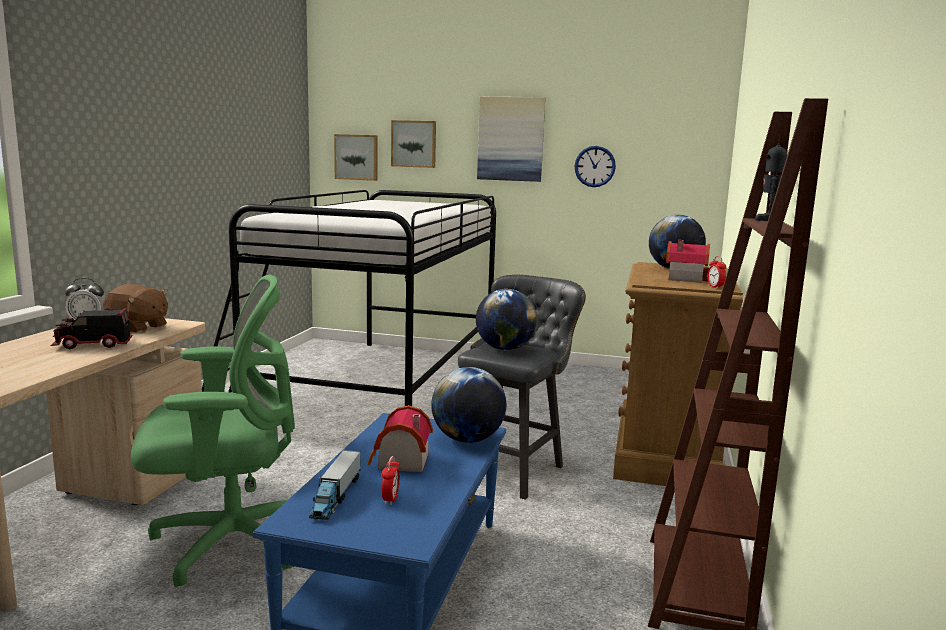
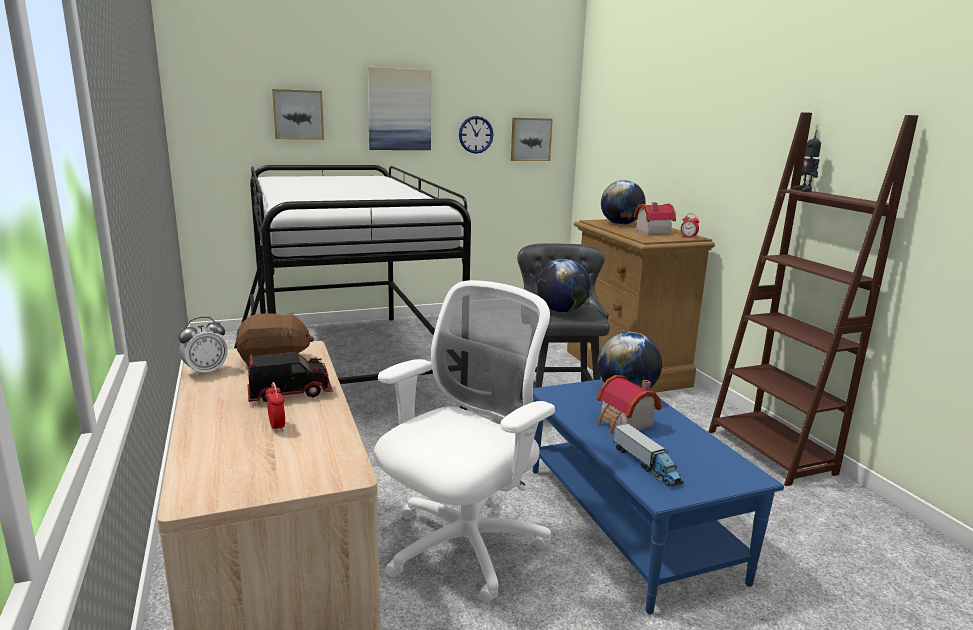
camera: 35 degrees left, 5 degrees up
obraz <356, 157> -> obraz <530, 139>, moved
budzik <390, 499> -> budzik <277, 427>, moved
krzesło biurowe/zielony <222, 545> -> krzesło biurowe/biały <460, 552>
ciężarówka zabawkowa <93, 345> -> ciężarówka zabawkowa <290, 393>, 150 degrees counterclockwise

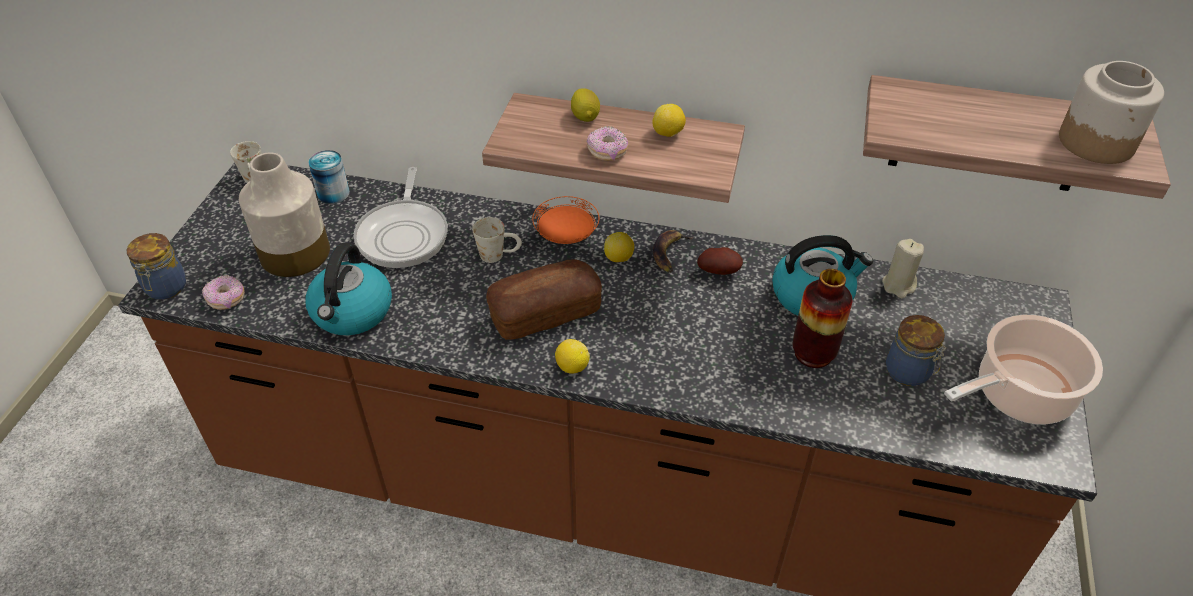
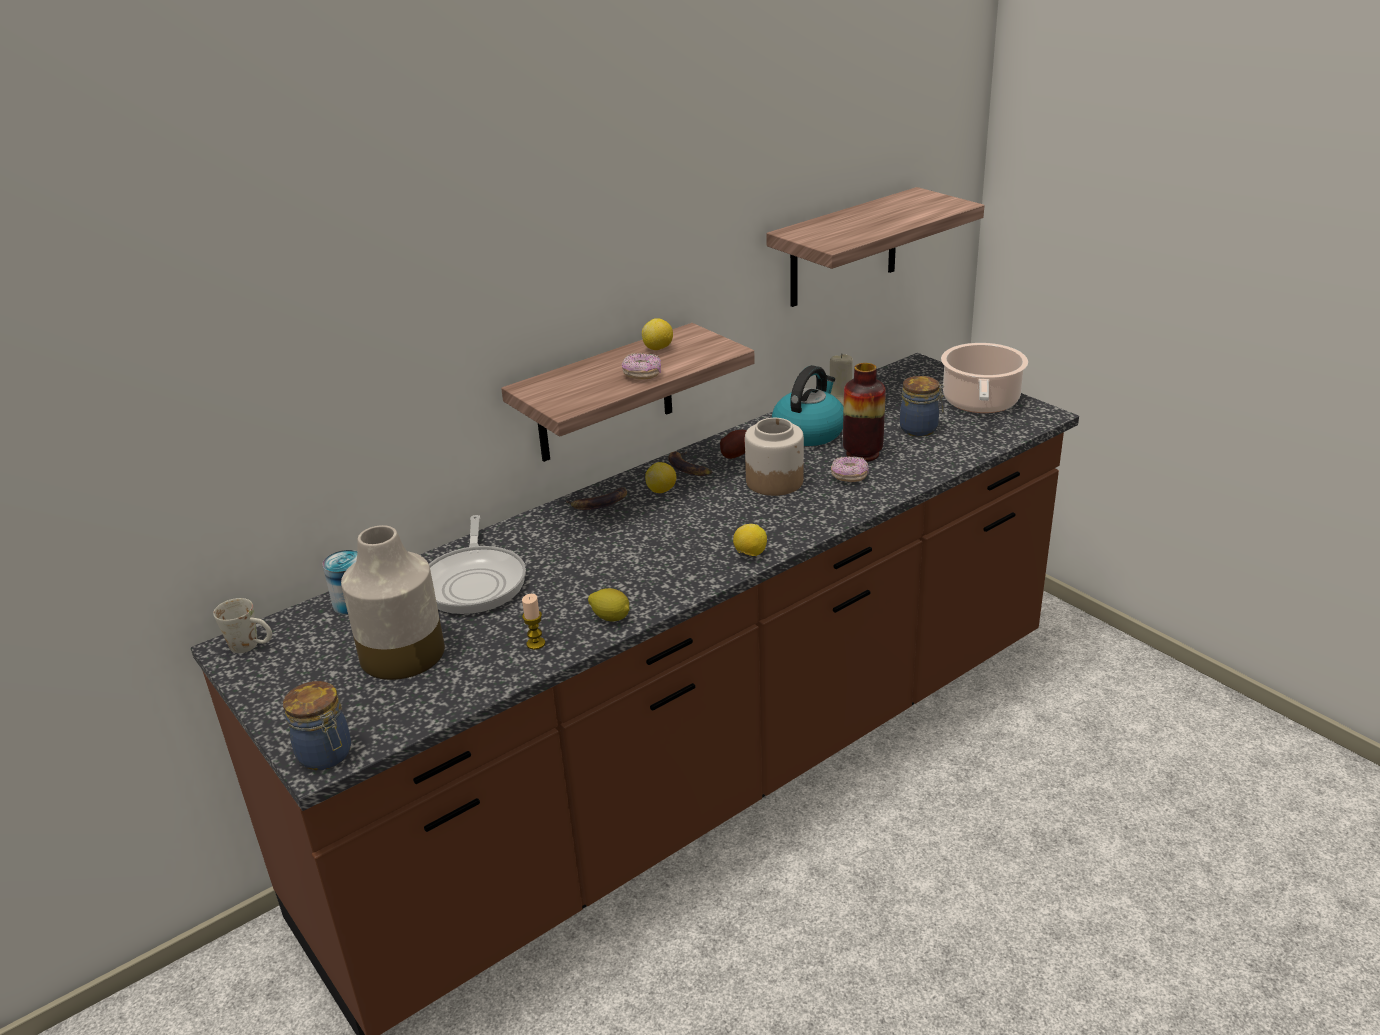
camera: 50 degrees left, 15 degrees down
kubek/biały <499, 255> -> none
chleb <545, 313> -> none
donut <226, 299> -> donut <849, 477>, moved
cytryna <585, 117> -> cytryna <611, 617>, moved
słoik <1097, 142> -> słoik <774, 481>, moved
czajnik <352, 312> -> świeca <536, 643>
talerz/pomarańczowy <566, 234> -> banan <599, 503>
patelnia <404, 234> -> patelnia <475, 582>, 45 degrees clockwise

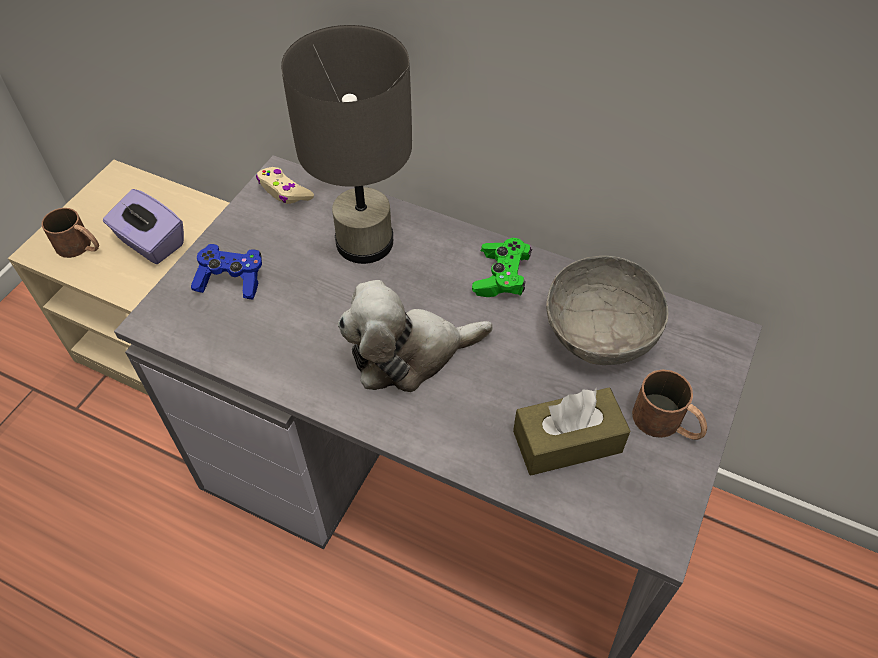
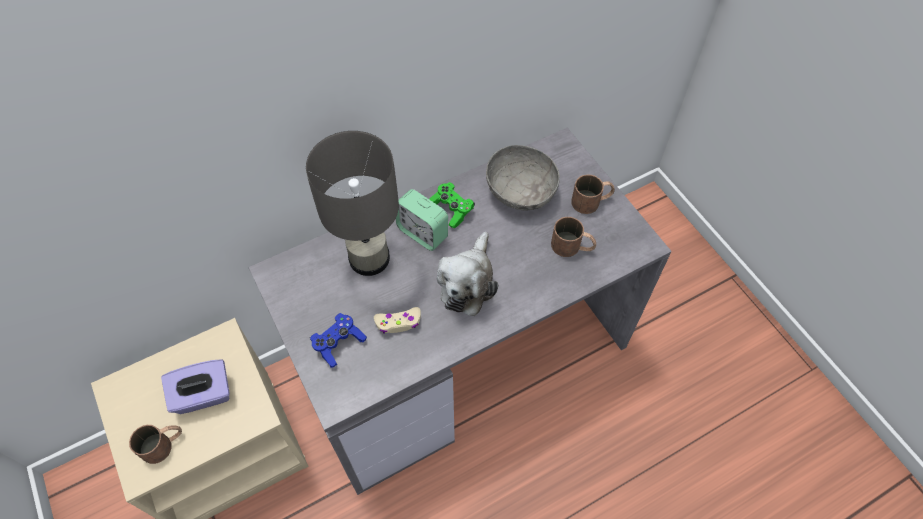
camera: 55 degrees left, 5 degrees up
none -> budzik <422, 233>
pad do gier/beżowy <284, 191> -> pad do gier/beżowy <398, 323>, moved
pudełko chusteczek/brązowy <567, 441> -> kubek/brązowy <572, 247>

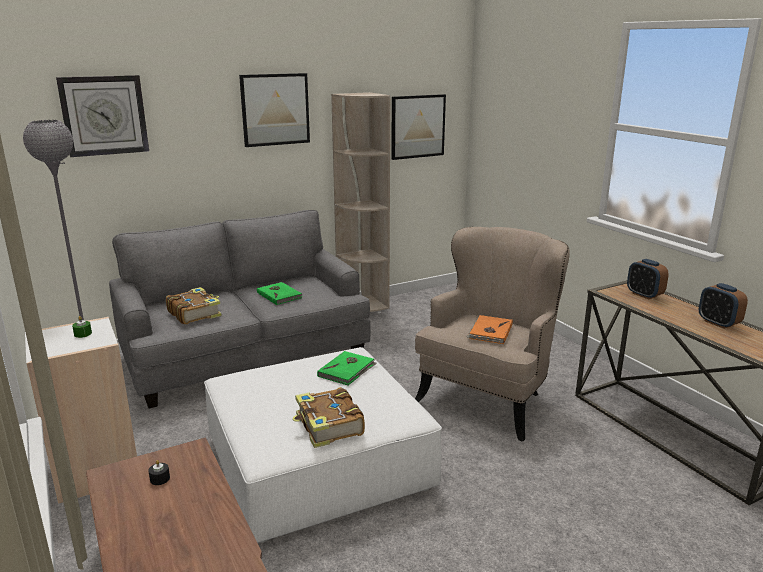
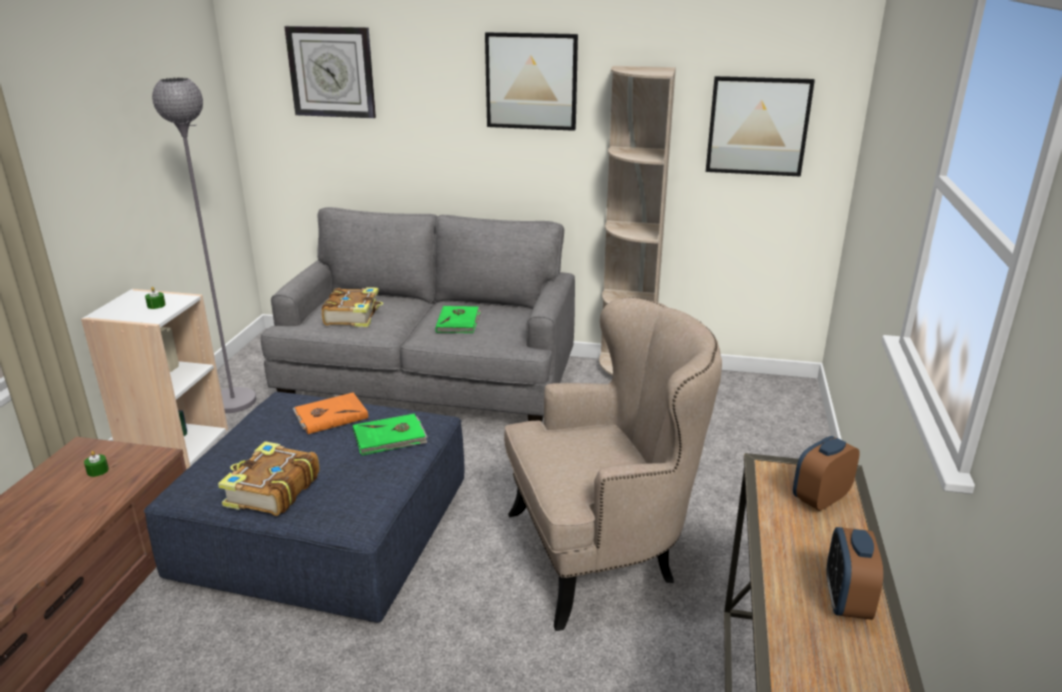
camera: 40 degrees right, 5 degrees up
książka/pomarańczowy <490, 332> -> książka/pomarańczowy <330, 415>, moved
świeca/czarny <160, 479> -> świeca/zielony <97, 470>
pufa/biały <317, 462> -> pufa/niebieski <325, 530>
budzik <644, 295> -> budzik <820, 499>, 45 degrees clockwise

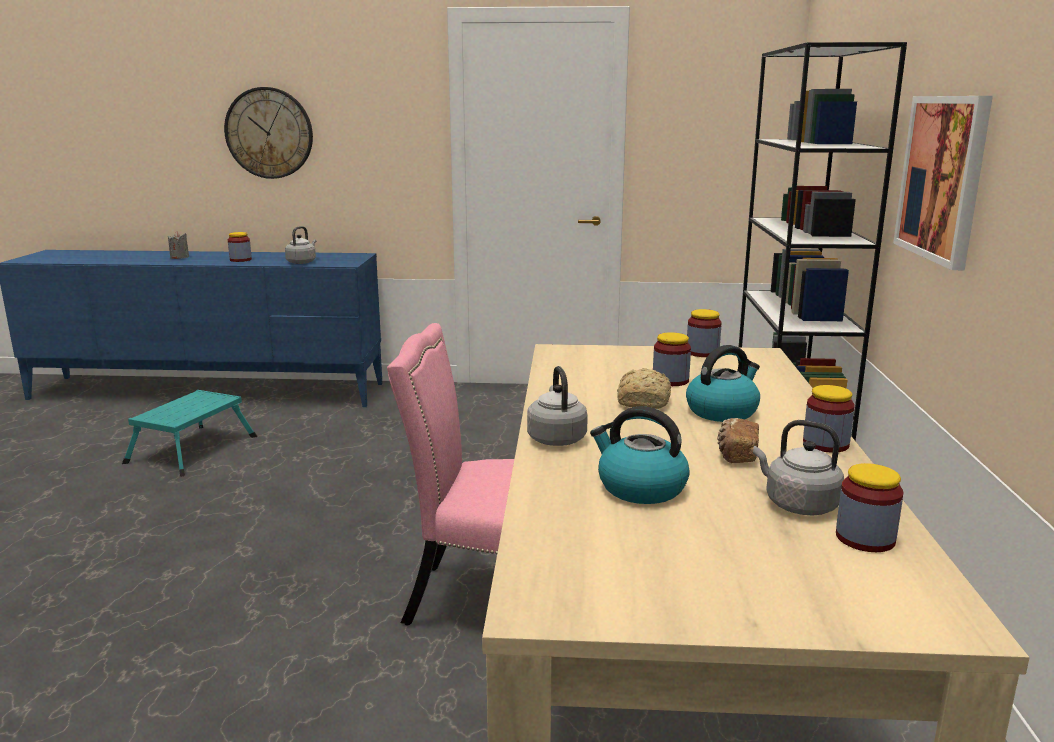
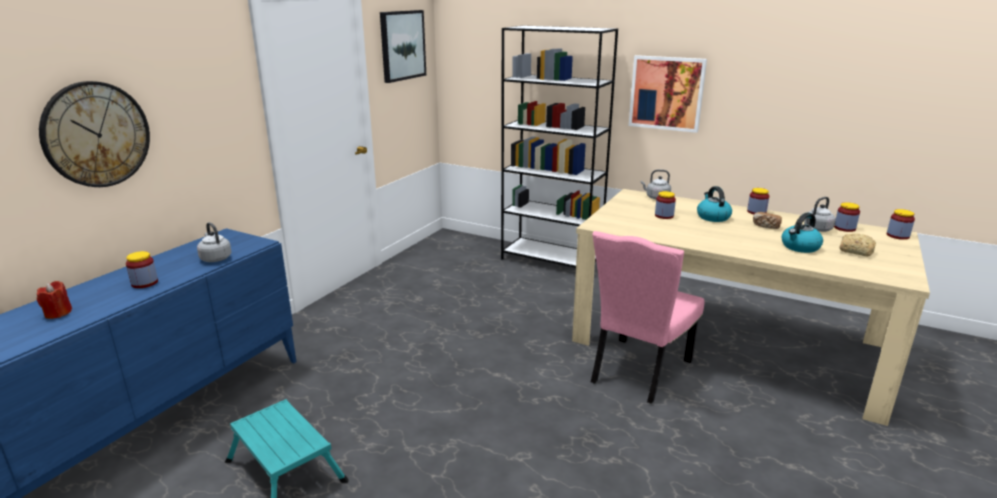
camera: 65 degrees left, 5 degrees up
none -> obraz <402, 45>
czajnik/szary <556, 438> -> czajnik/szary <656, 198>, moved
chleb <644, 401> -> chleb <855, 251>, moved
słoik <702, 352> -> słoik <897, 236>, moved
świeca/szary <179, 257> -> świeca/czerwony <58, 313>

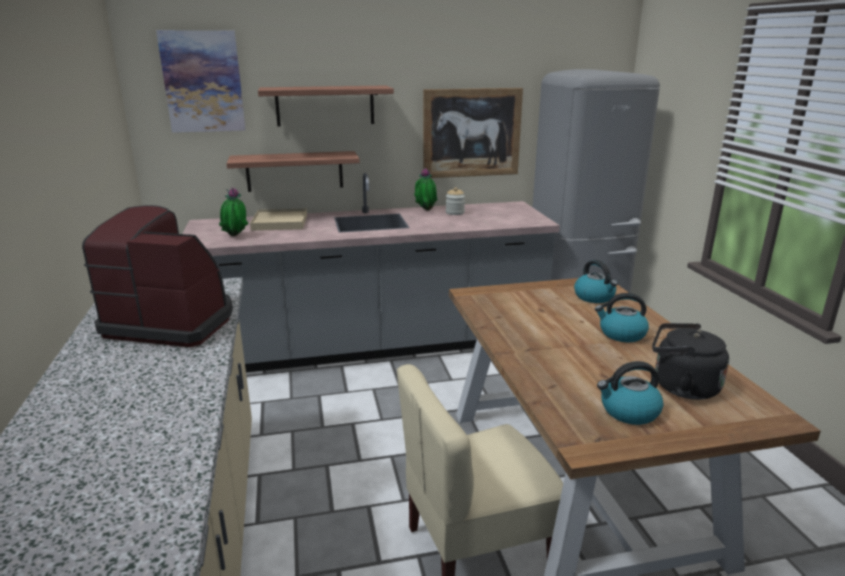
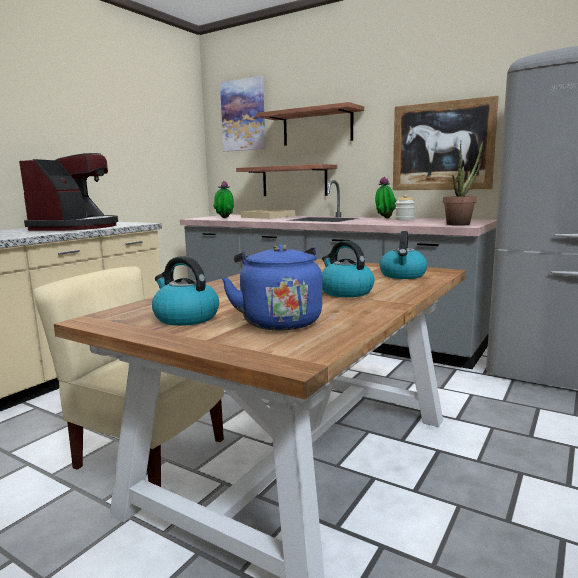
camera: 45 degrees right, 10 degrees down
none -> roślina doniczkowa <461, 224>
czajnik/czarny <681, 386> -> czajnik/niebieski <278, 321>
ekspres do kawy <172, 322> -> ekspres do kawy <76, 227>, 45 degrees clockwise

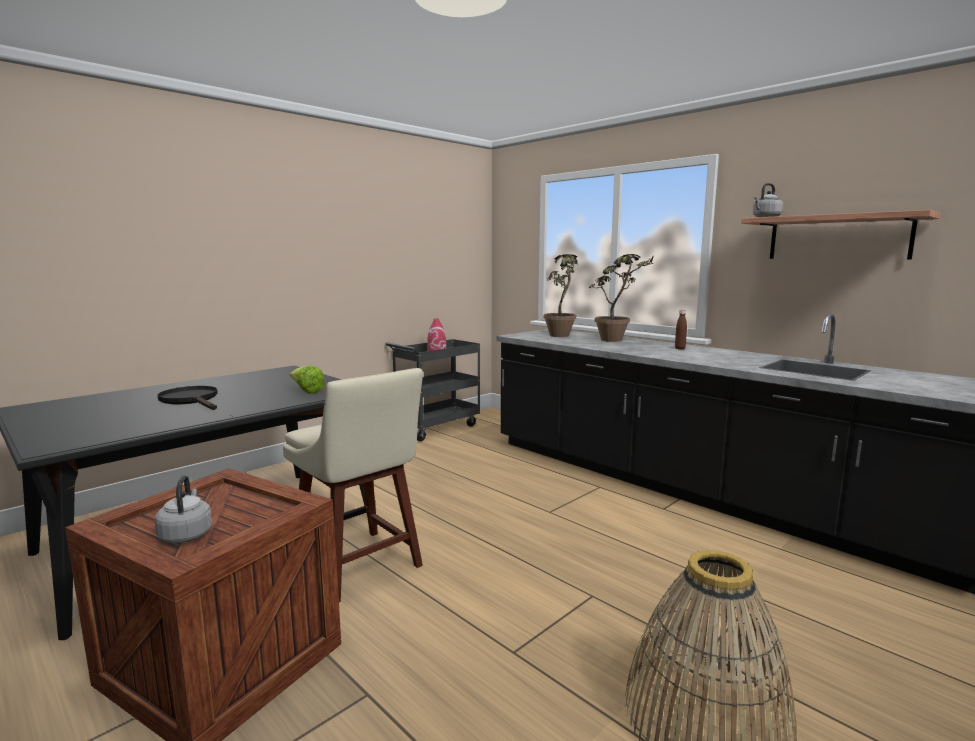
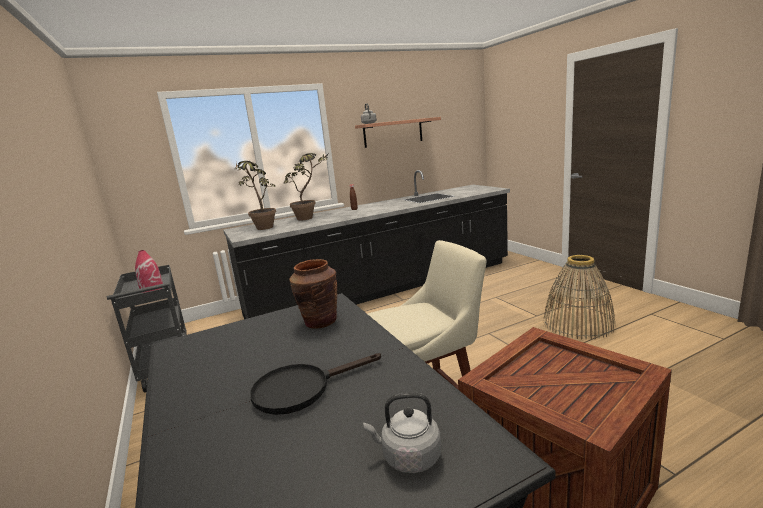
camera: 70 degrees left, 5 degrees up
czajnik/szary <186, 534> -> czajnik/szary <408, 457>, moved
sałata <306, 391> -> wazon/brązowy <320, 322>

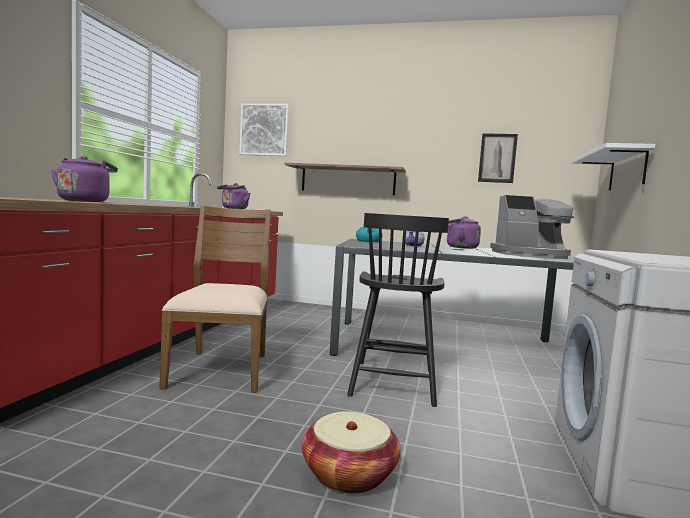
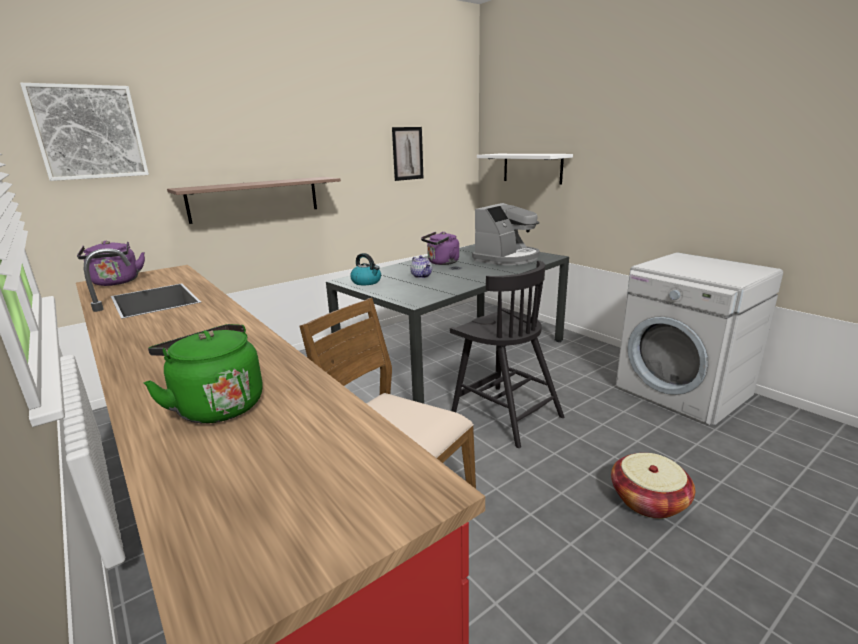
camera: 50 degrees left, 15 degrees up
czajnik/fioletowy <85, 201> -> czajnik/zielony <217, 405>

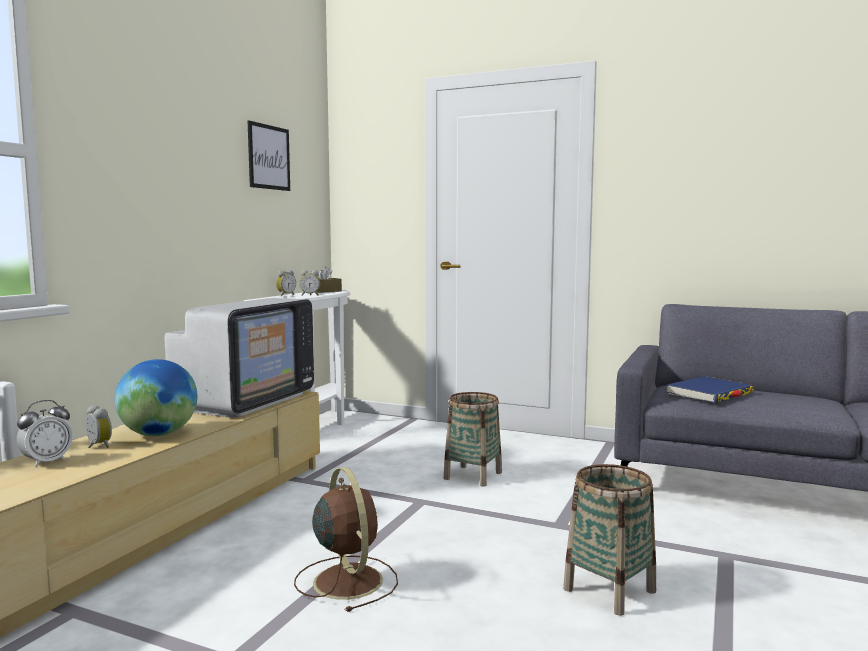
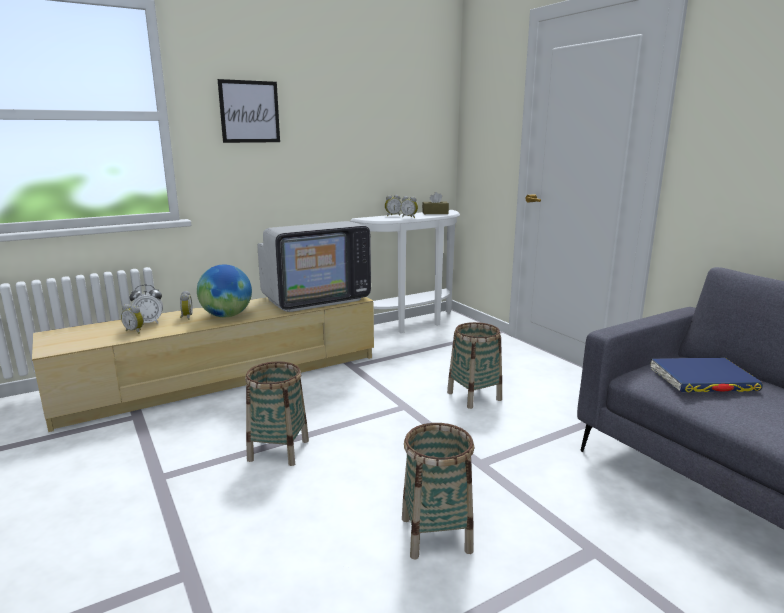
camera: 35 degrees right, 10 degrees up
none -> budzik <135, 331>
obraz <269, 157> -> obraz <249, 112>, moved
wentylator/brązowy <347, 580> -> koszyk <278, 450>

